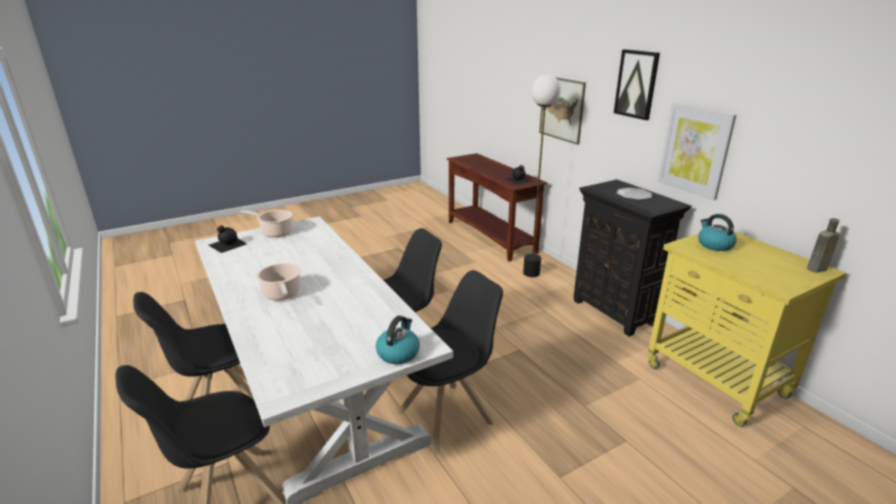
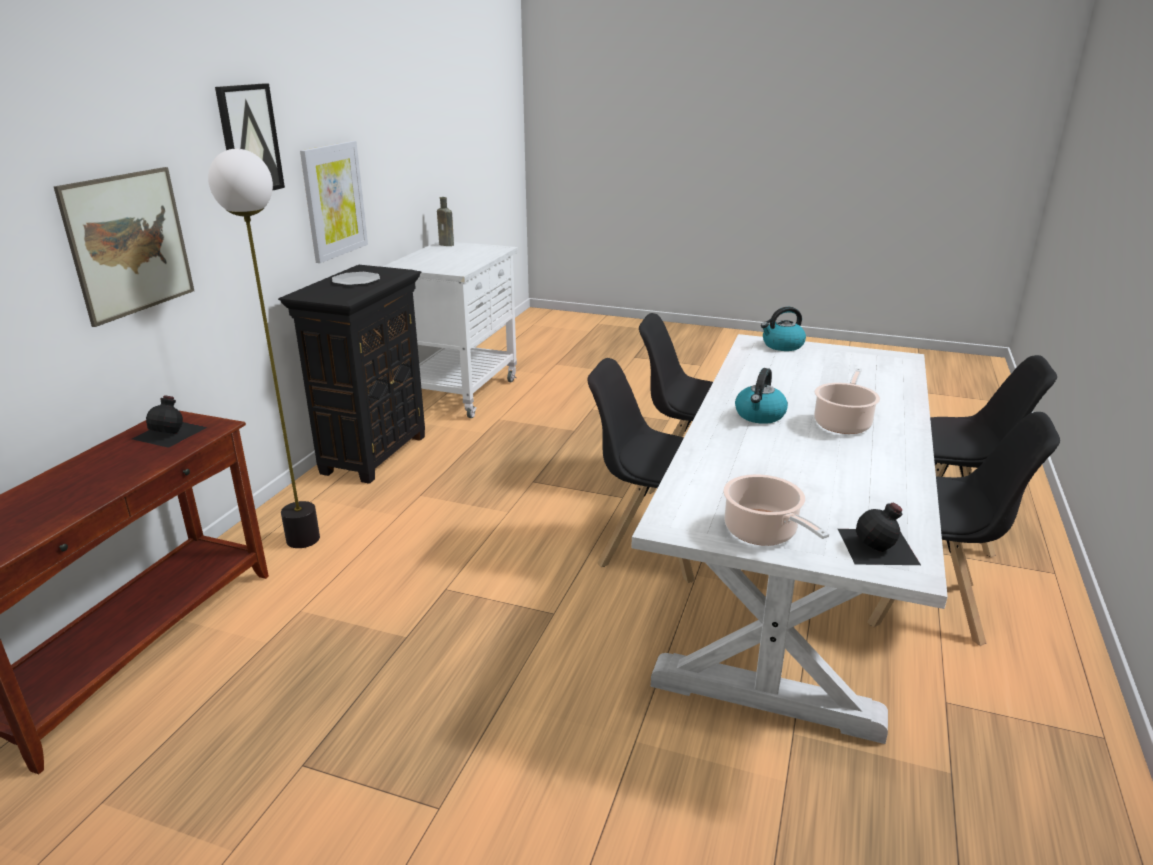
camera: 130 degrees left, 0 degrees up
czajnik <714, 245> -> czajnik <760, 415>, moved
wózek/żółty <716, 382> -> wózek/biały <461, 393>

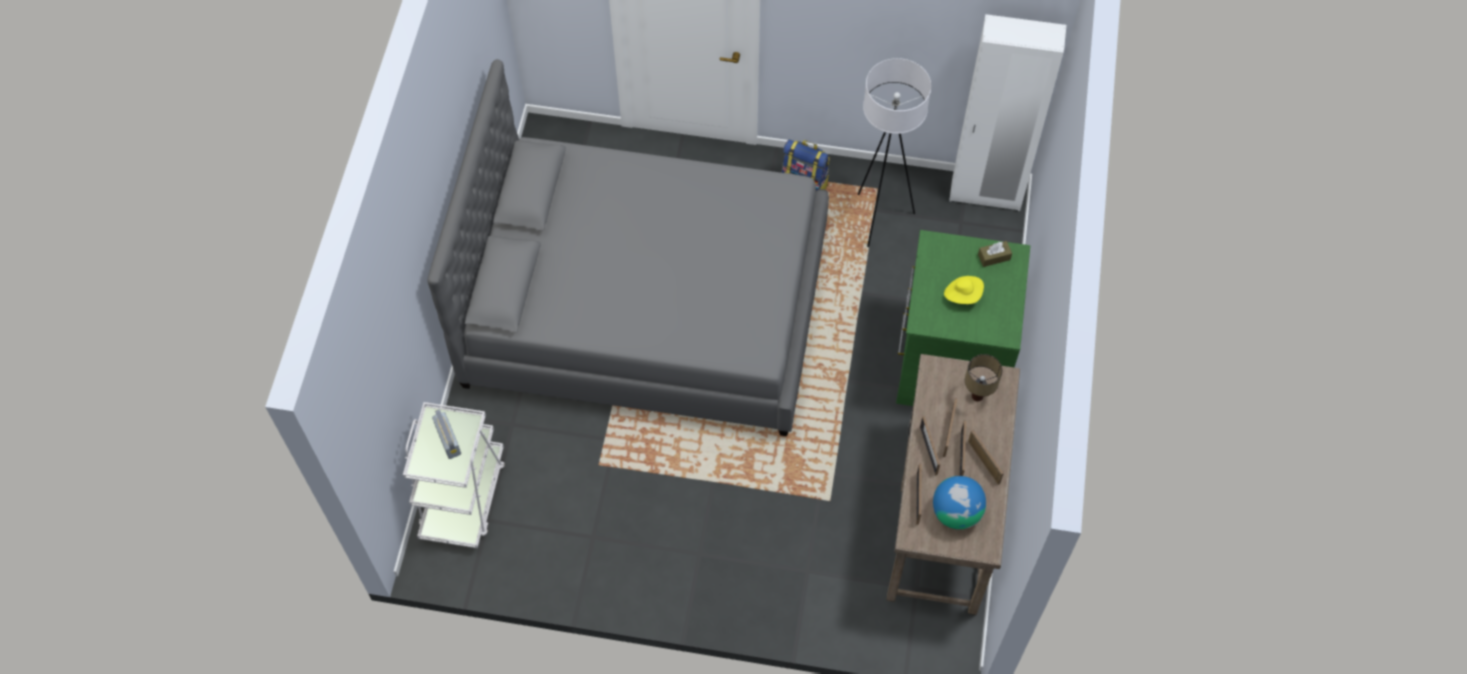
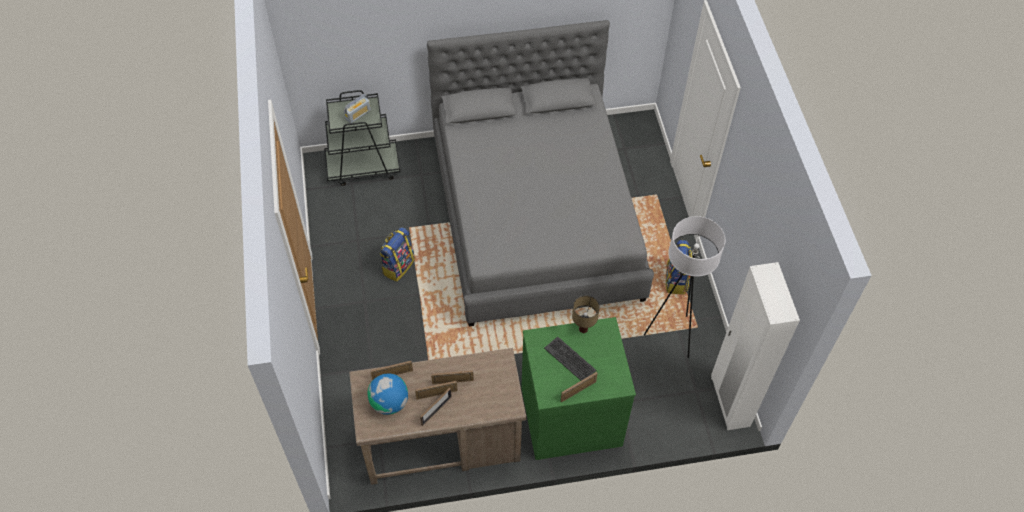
camera: 70 degrees right, 5 degrees down
pudełko chusteczek/brązowy <994, 257> -> none
none -> plecak <398, 266>
ramka na zdjęcie <928, 451> -> ramka na zdjęcie <578, 391>, moved
lampa stołowa <976, 396> -> lampa stołowa <583, 328>, moved
kapelusz/żółty <963, 295> -> klawiatura <570, 359>
wózek/biały <463, 496> -> wózek/czarny <363, 166>

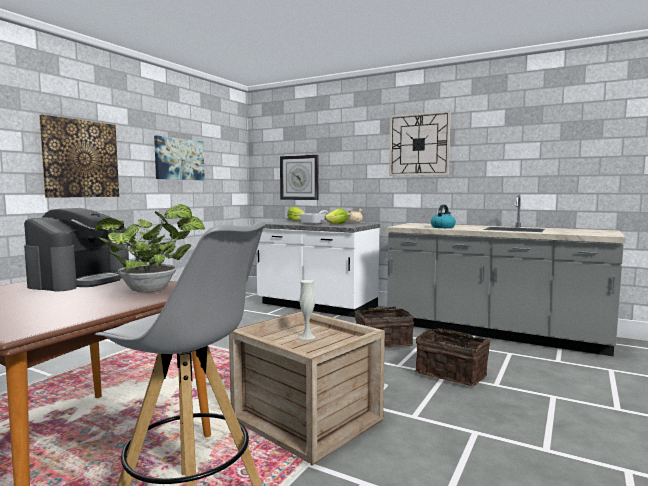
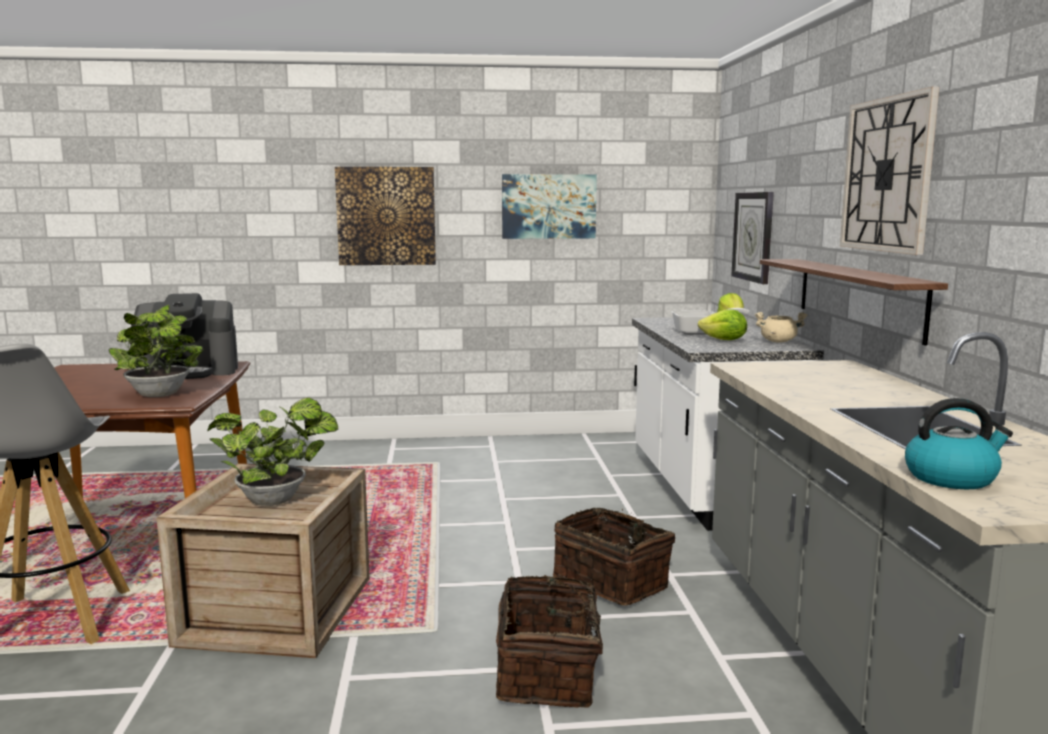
camera: 55 degrees right, 5 degrees up
none -> półka <858, 296>
czajnik <443, 227> -> czajnik <951, 478>, moved
wazon/biały <307, 337> -> roślina doniczkowa <277, 501>

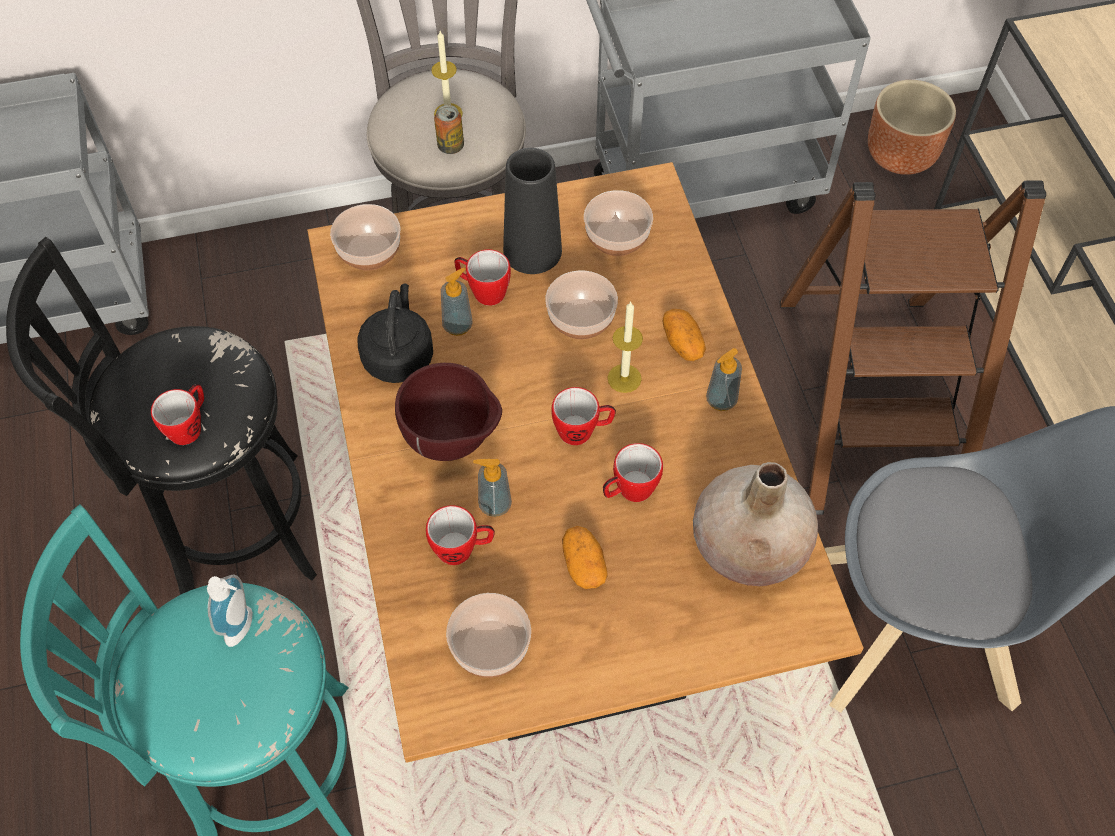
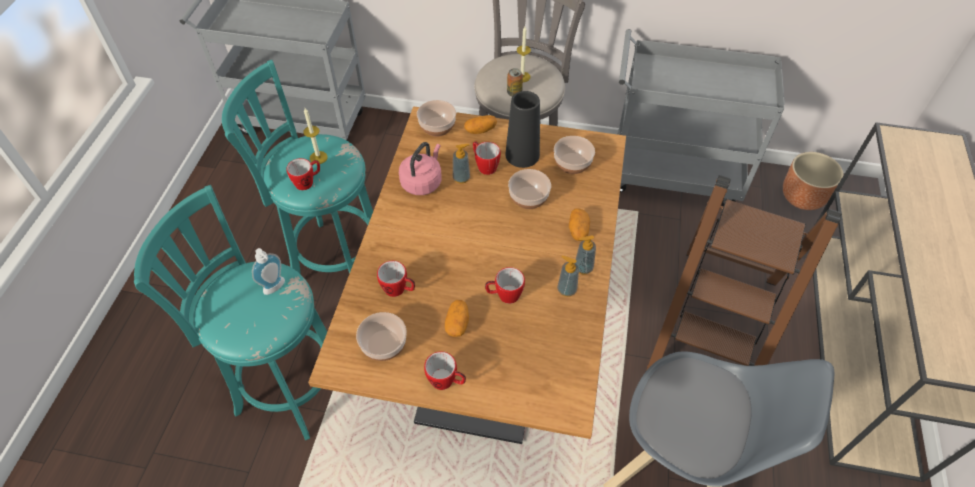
camera: 25 degrees right, 5 degrees down
miska/brązowy <453, 441> -> none
wazon/beżowy <749, 546> -> none
none -> ziemniak <480, 130>
dozownik mydła <495, 504> -> dozownik mydła <566, 289>, moved
kubek <583, 431> -> kubek <446, 381>, moved
świeca <624, 378> -> świeca <318, 157>, moved
stołek/czarny <230, 530> -> stołek/turkusowy <333, 258>
czajnik/czarny <399, 355> -> czajnik/różowy <422, 182>

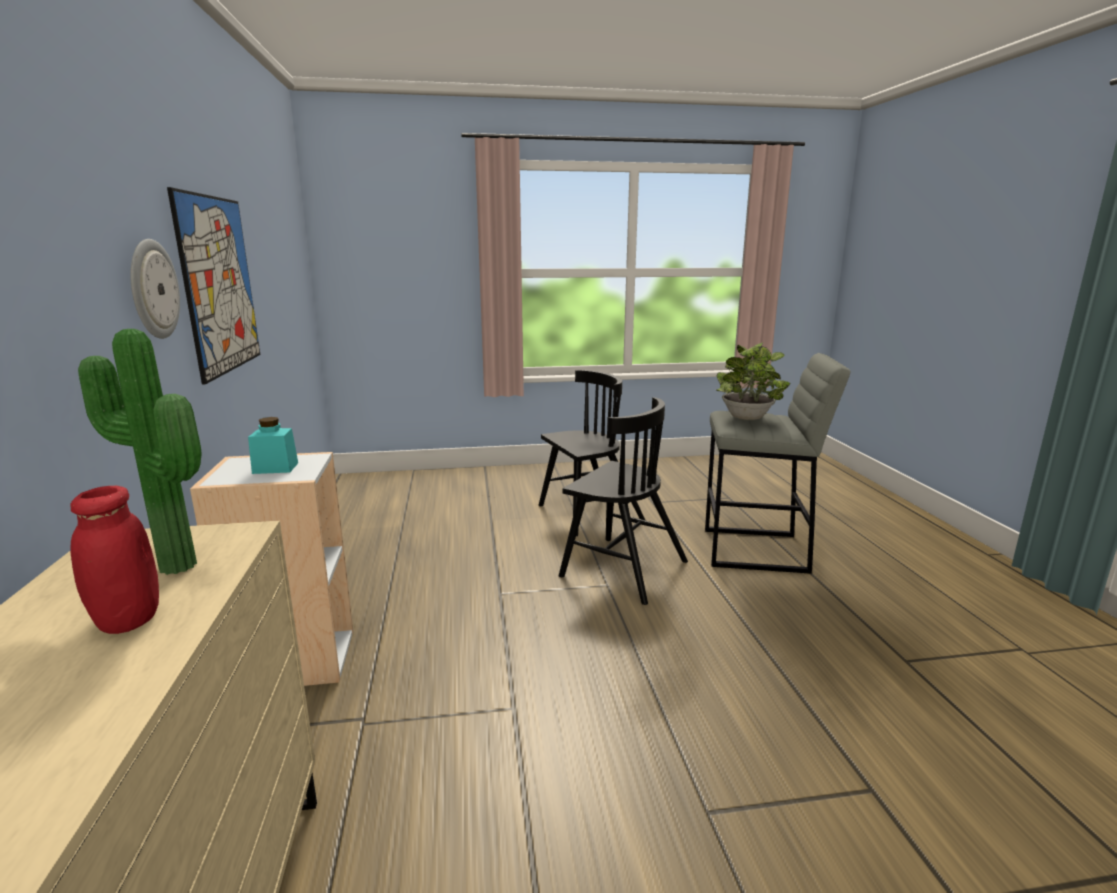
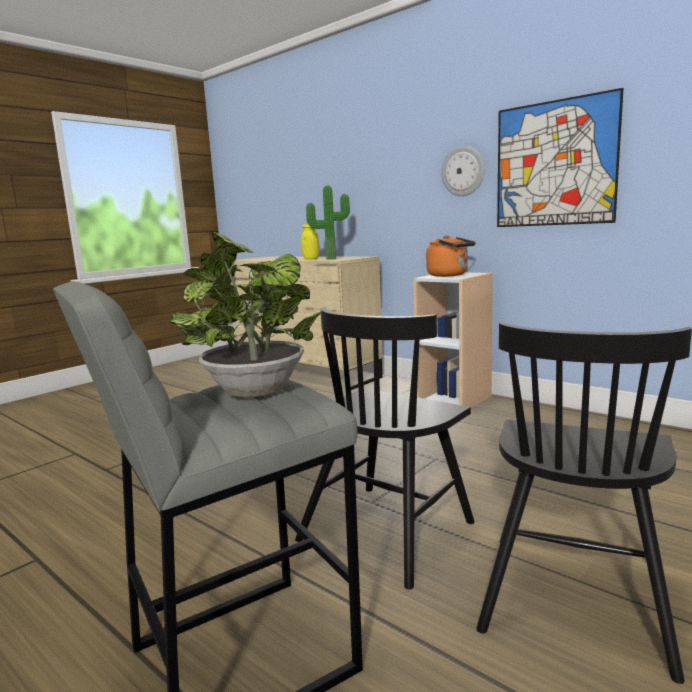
camera: 140 degrees right, 5 degrees down
słoik/turkusowy <275, 468> -> czajnik/pomarańczowy <450, 275>
słoik/czerwony <128, 620> -> słoik/żółty <311, 259>
krzesło/czarny <617, 566> -> krzesło/czarny <391, 526>, 45 degrees counterclockwise

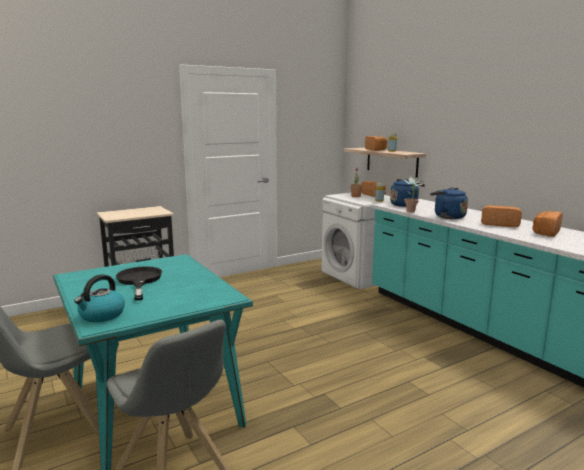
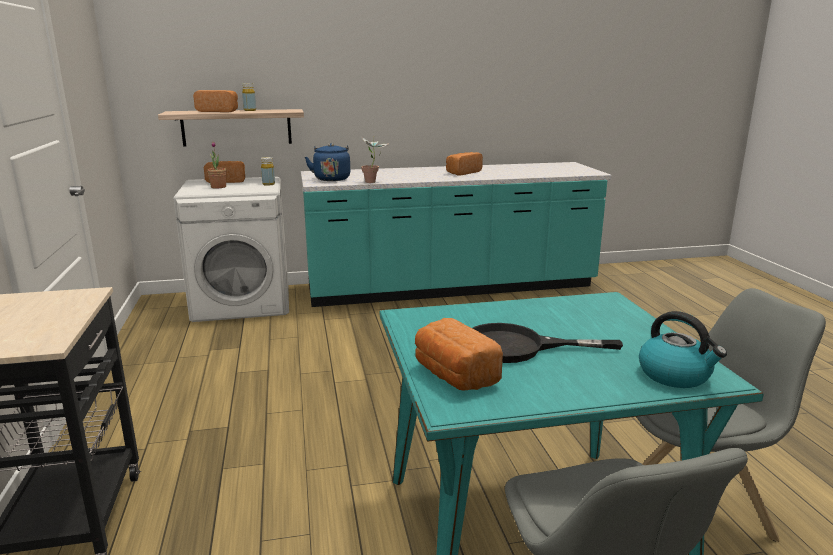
camera: 70 degrees left, 5 degrees up
czajnik/niebieski <447, 217> -> none
chleb <545, 232> -> chleb <453, 375>, moved

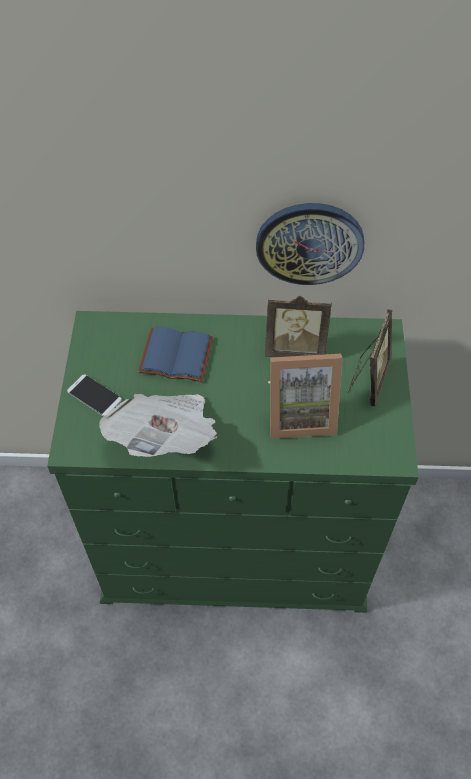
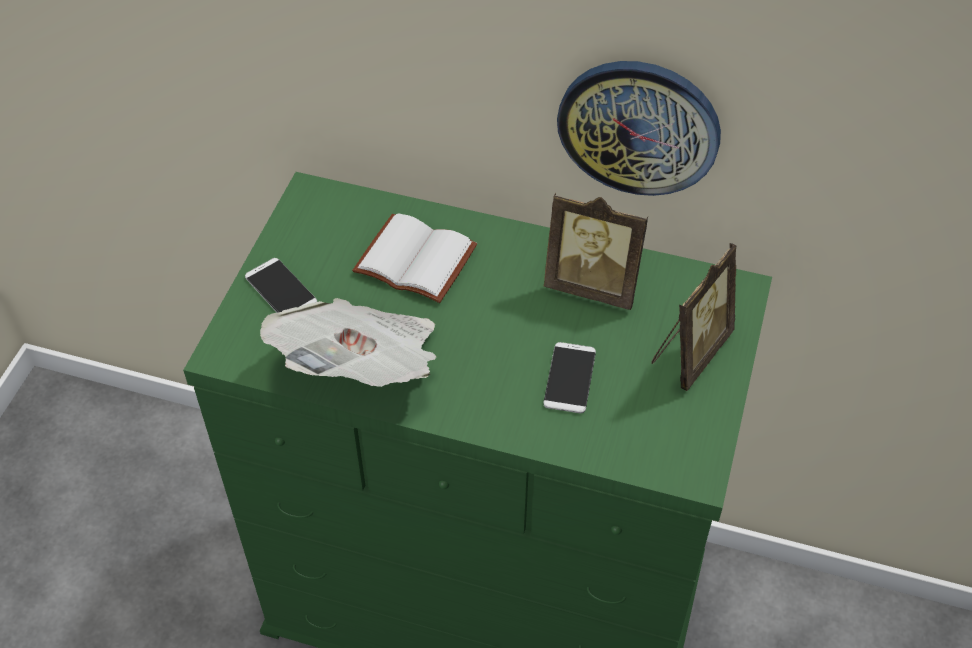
camera: 15 degrees right, 5 degrees down
ramka na zdjęcie <300, 414> -> telefon <569, 378>
książka/niebieski <174, 357> -> książka/biały <412, 262>

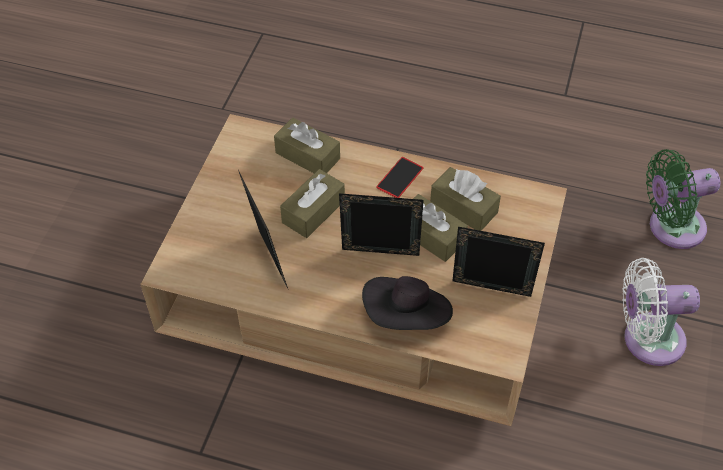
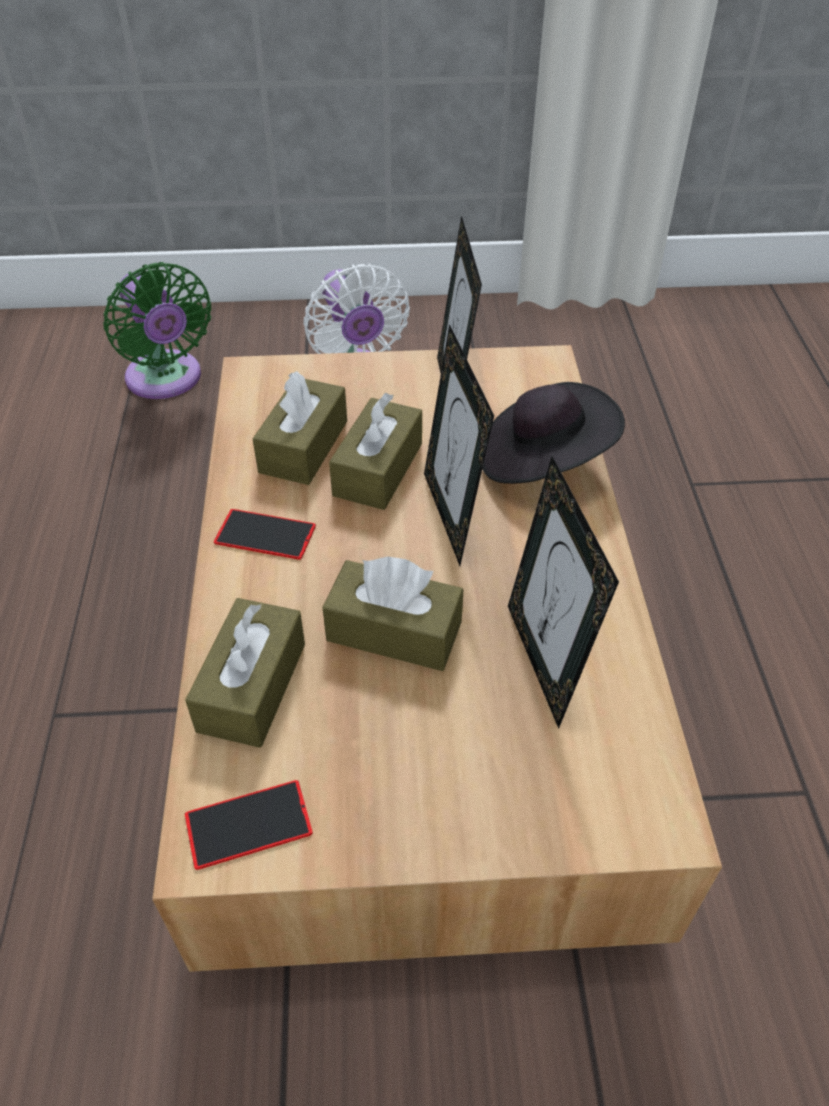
camera: 110 degrees left, 5 degrees down
none -> telefon <248, 824>
ramka na zdjęcie <267, 262> -> ramka na zdjęcie <544, 661>, 60 degrees counterclockwise

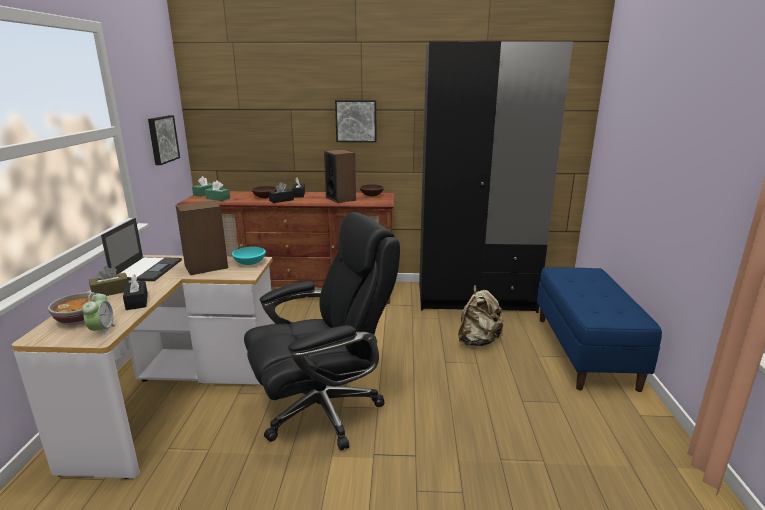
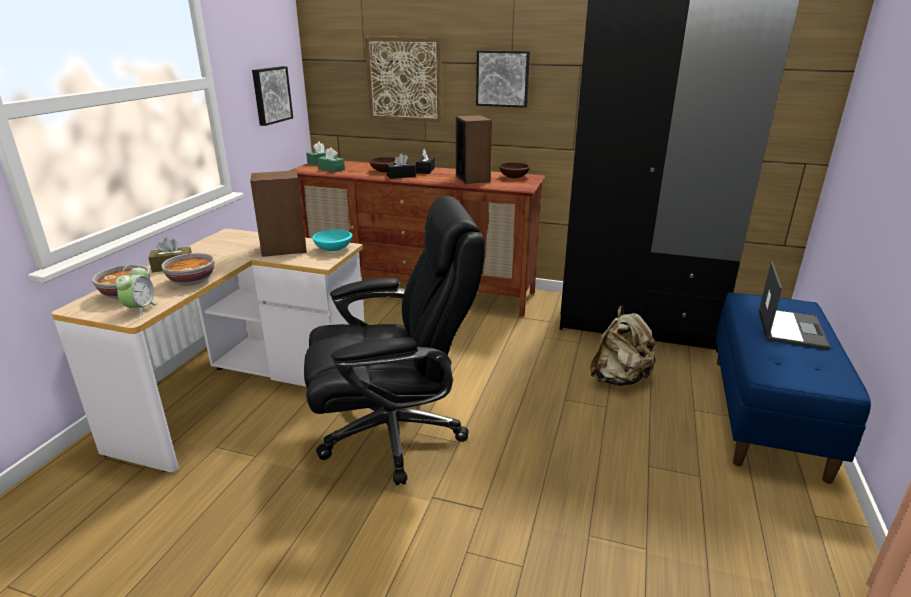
camera: 15 degrees right, 5 degrees up
none -> obraz <404, 78>
laptop <147, 269> -> laptop <790, 328>, moved
pudełko chusteczek/czarny <137, 301> -> miska <192, 280>

